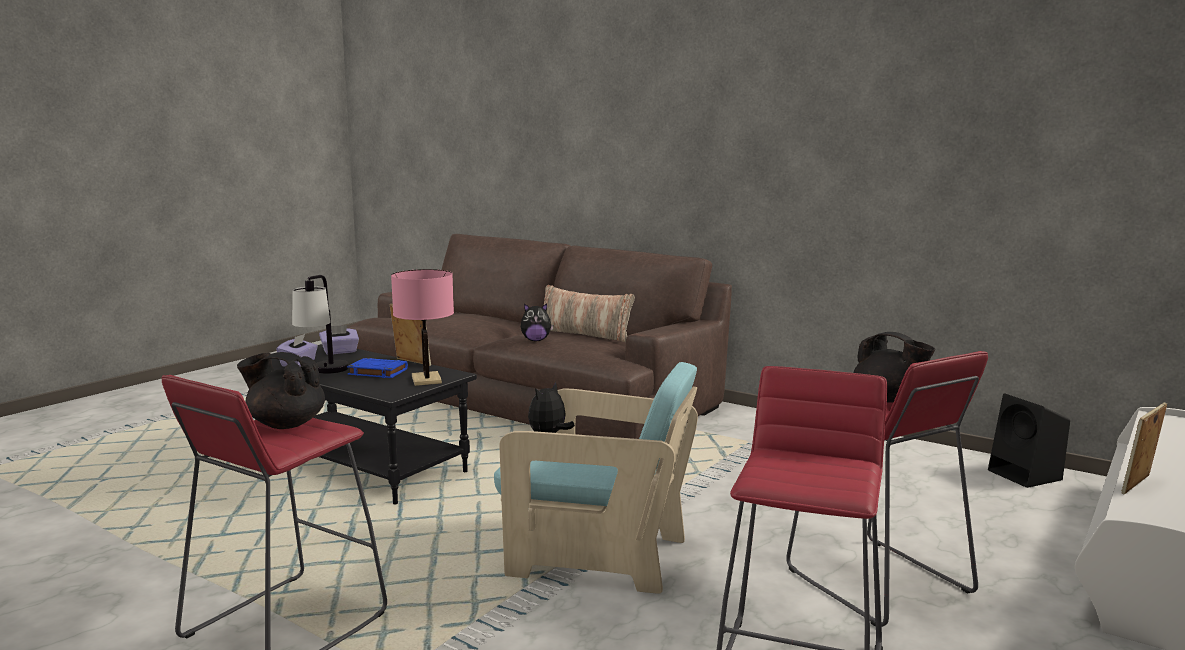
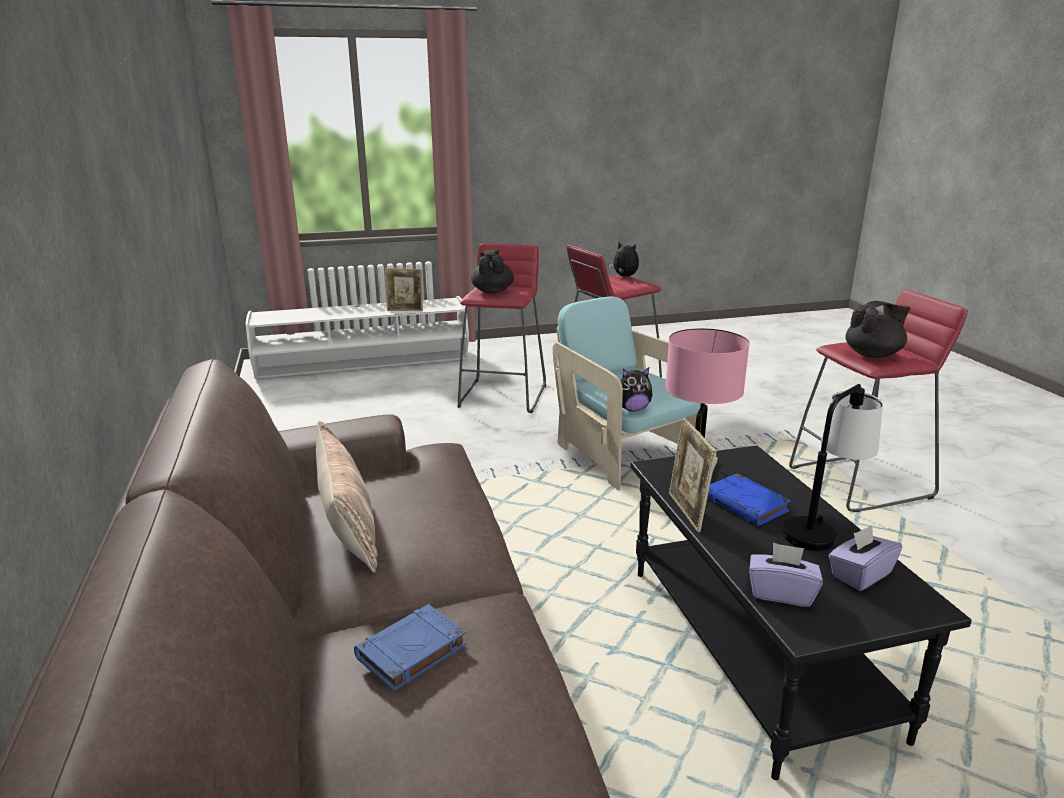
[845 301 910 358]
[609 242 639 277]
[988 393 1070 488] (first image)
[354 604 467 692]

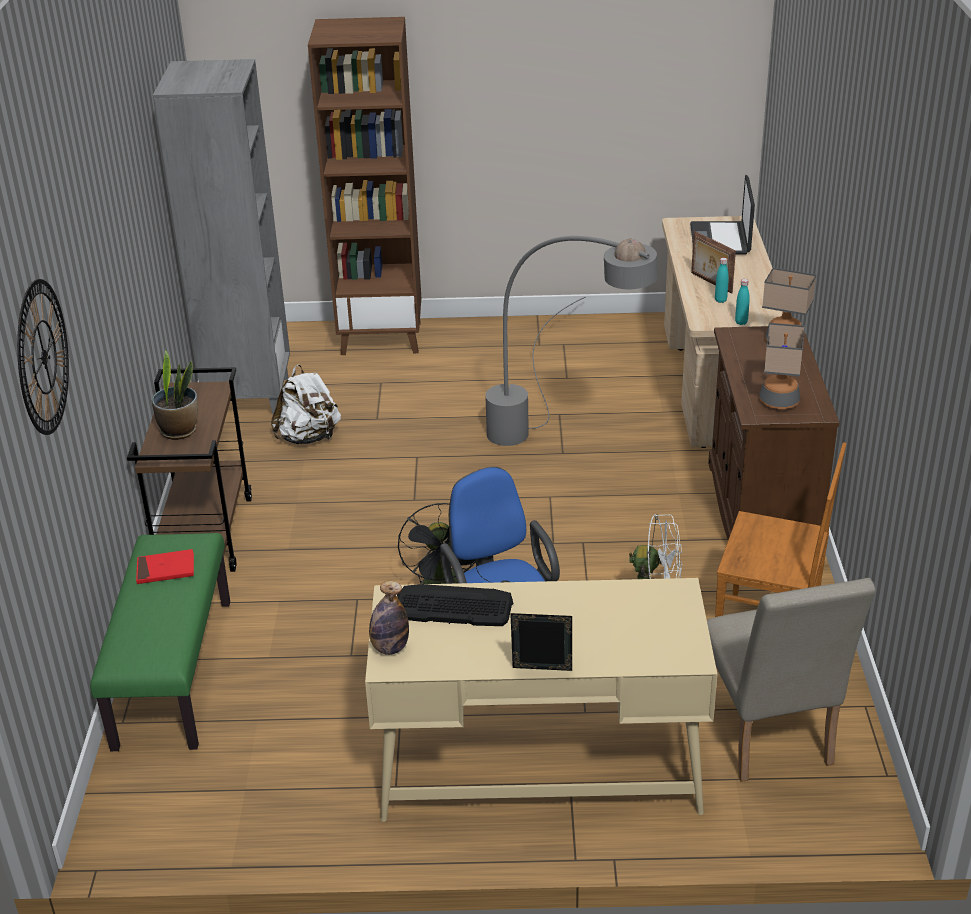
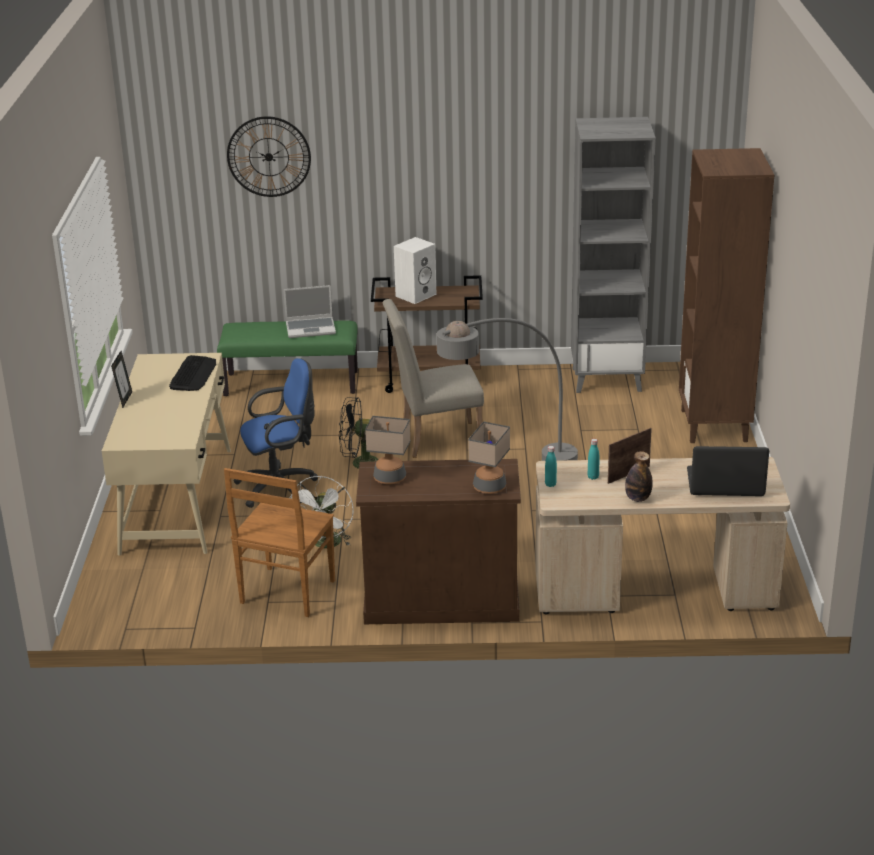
[283 285 336 338]
[394 237 436 304]
[271 365 341 444] (first image)
[625 451 653 502]
[383 299 484 458]

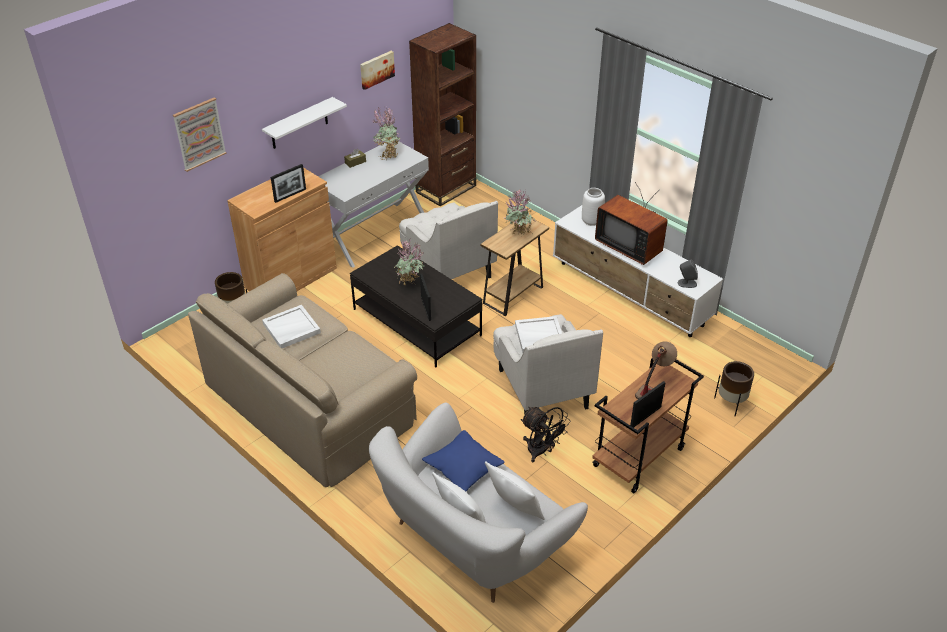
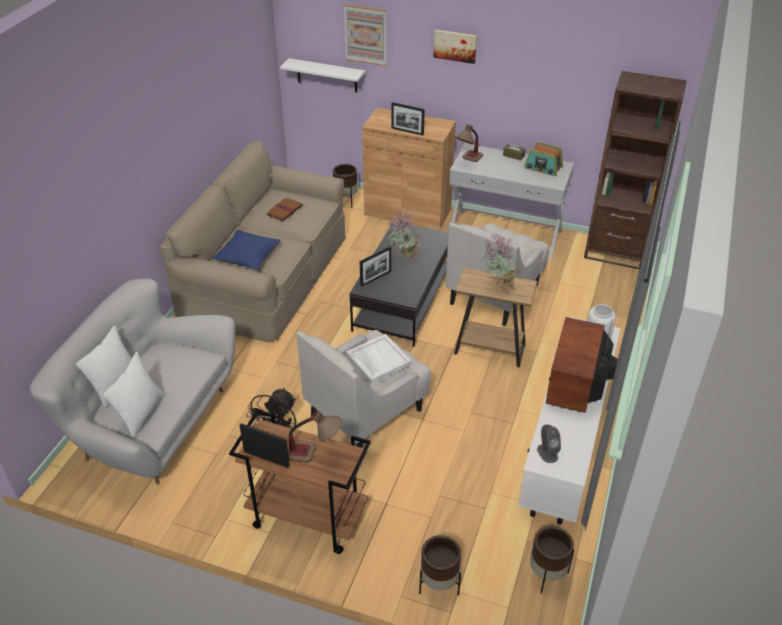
[280 58 365 92]
[266 197 303 222]
[433 30 477 64]
[524 142 563 176]
[212 229 280 270]
[455 124 483 162]
[530 526 574 594]

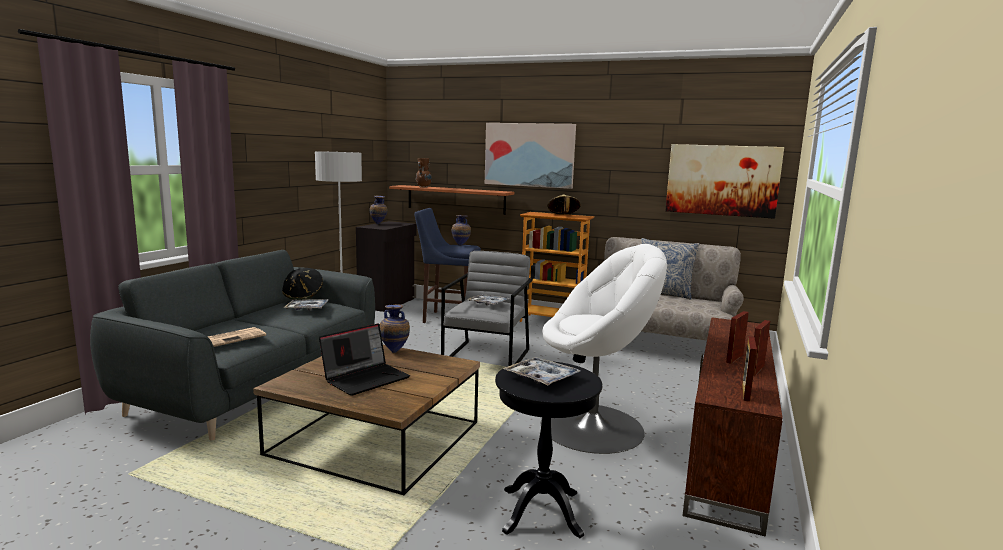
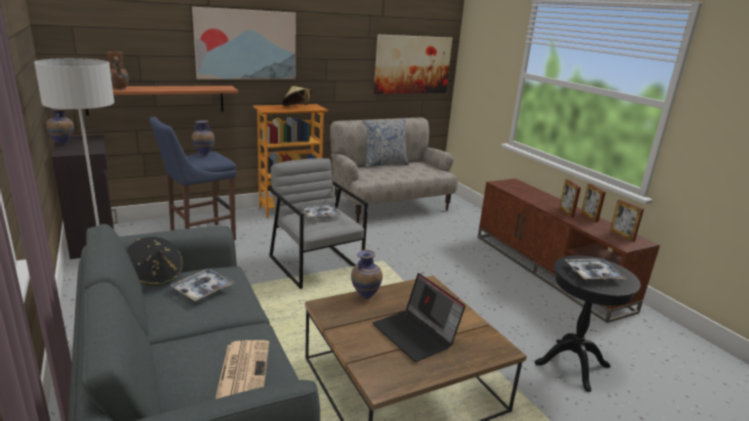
[373 273 466 362]
[541 244 667 454] (first image)

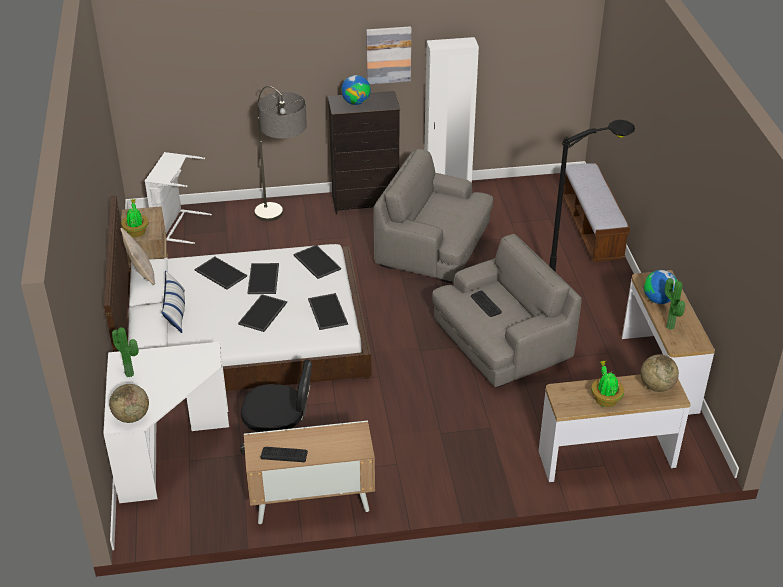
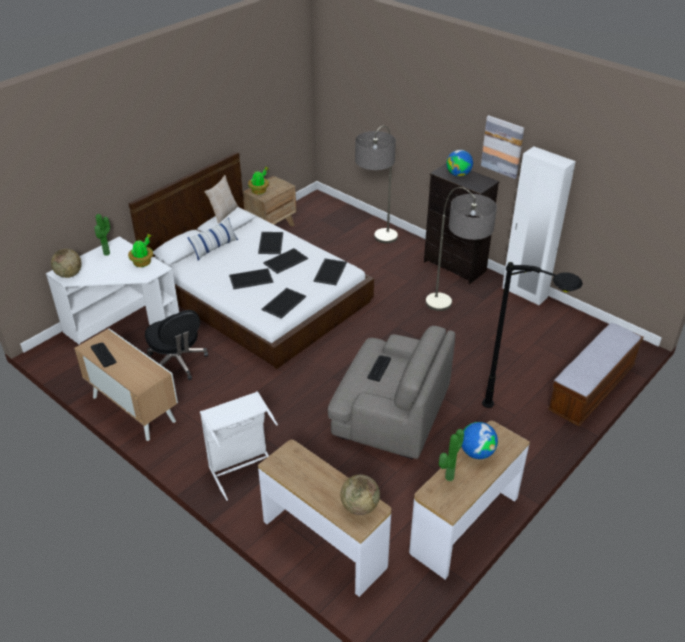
[200 391 278 501]
[426 187 497 311]
[128 234 153 267]

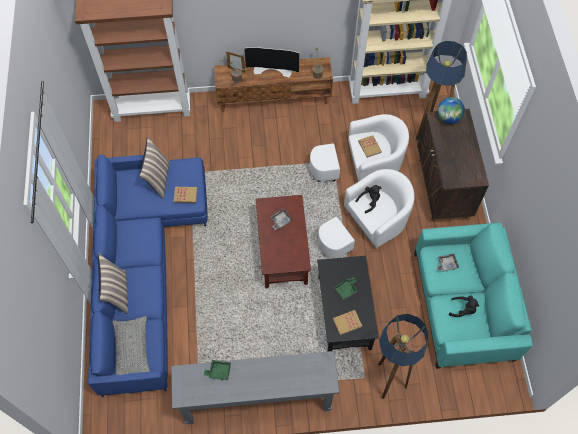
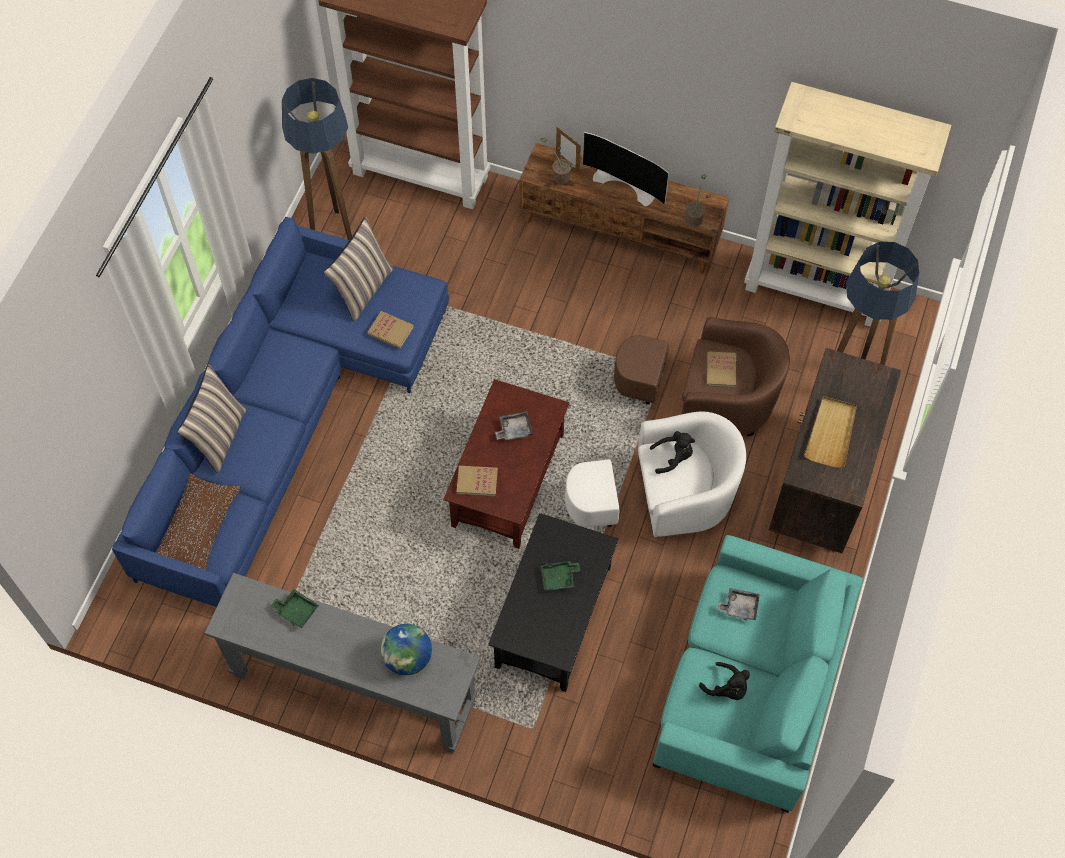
[156 473 241 570]
[614 317 790 436]
[457 466 498 496]
[282 78 352 240]
[381 624 432 675]
[804 396 857 468]

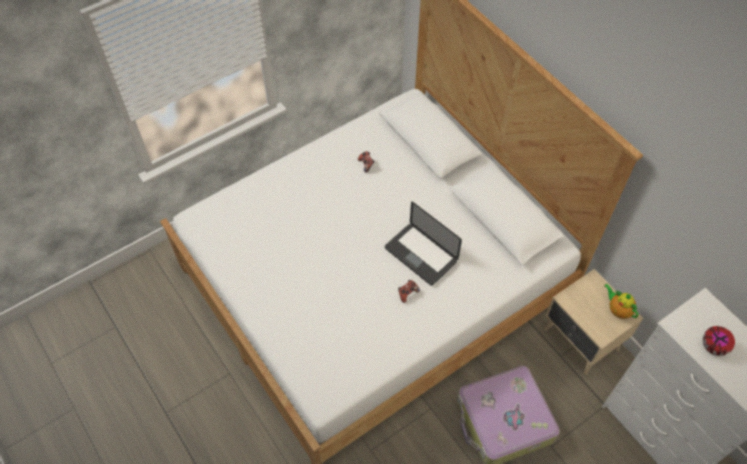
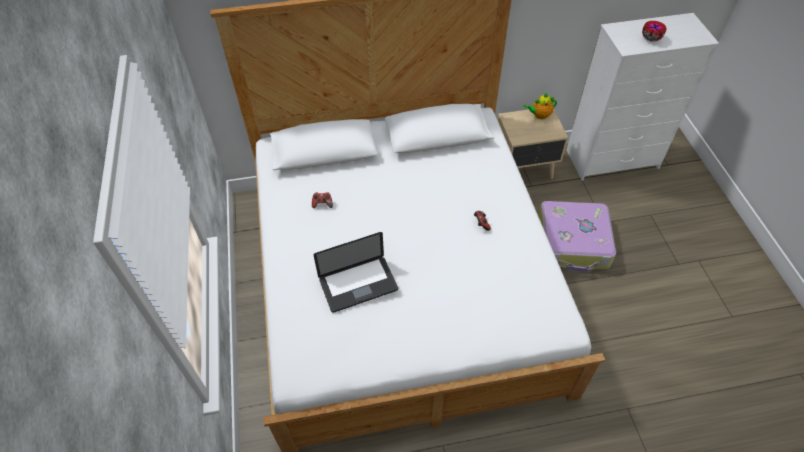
[314 232 398 313]

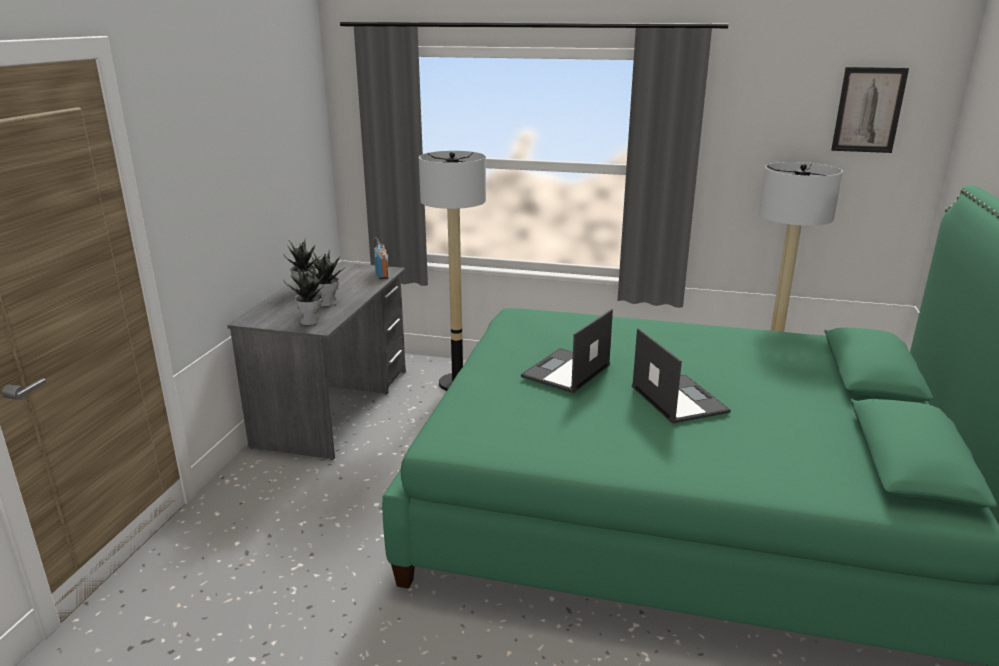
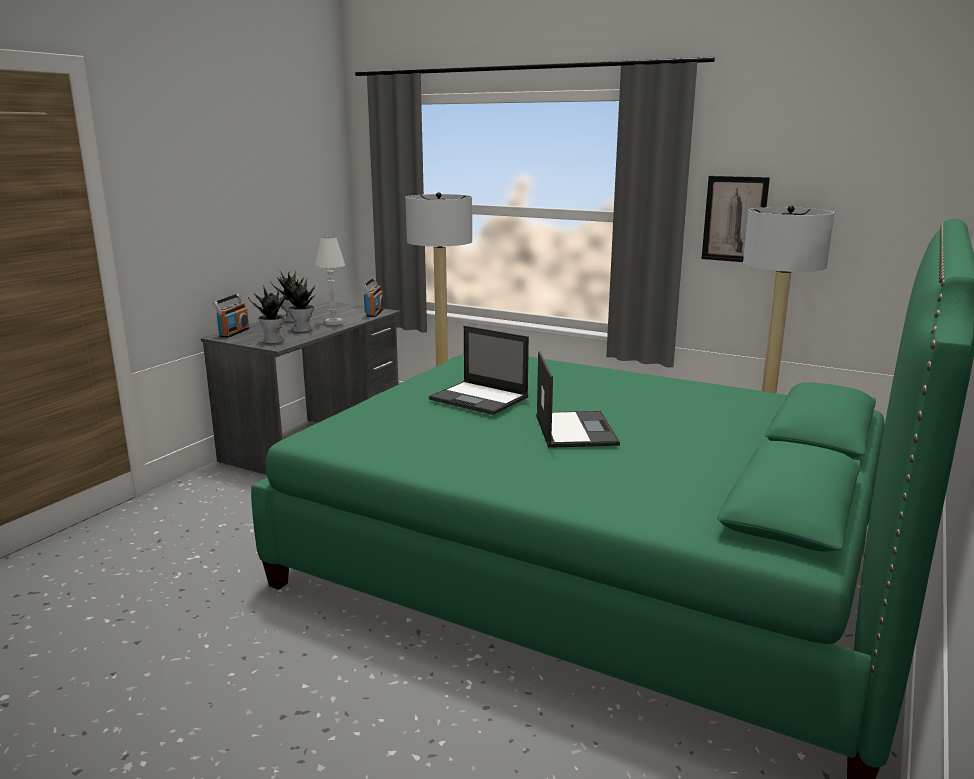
[429 326 529 415]
[702 176 770 262]
[212 294 250 338]
[315 236 345 325]

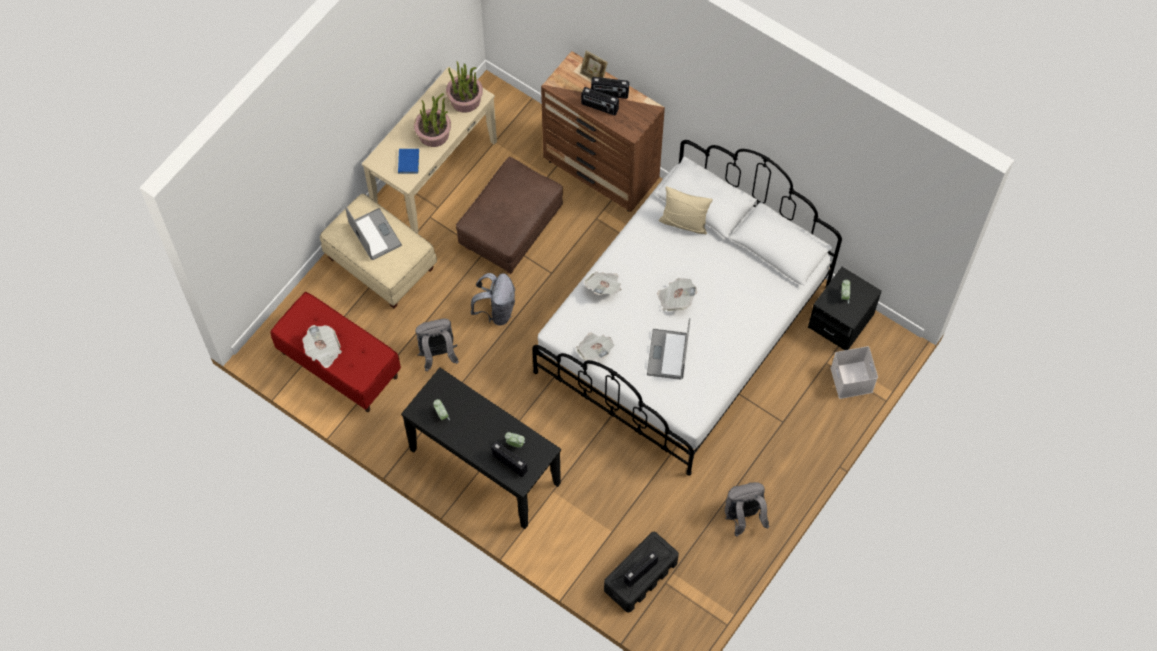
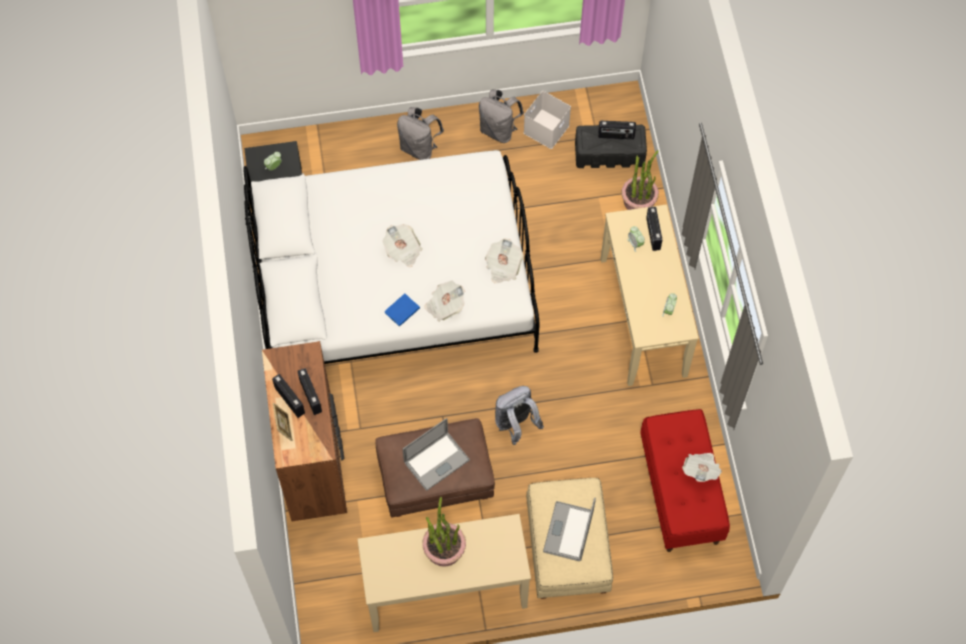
[384 294 420 327]
[601 204 699 386]
[397 107 444 160]
[622 150 659 210]
[402 418 470 491]
[659 186 713 234] (first image)
[523 91 571 149]

